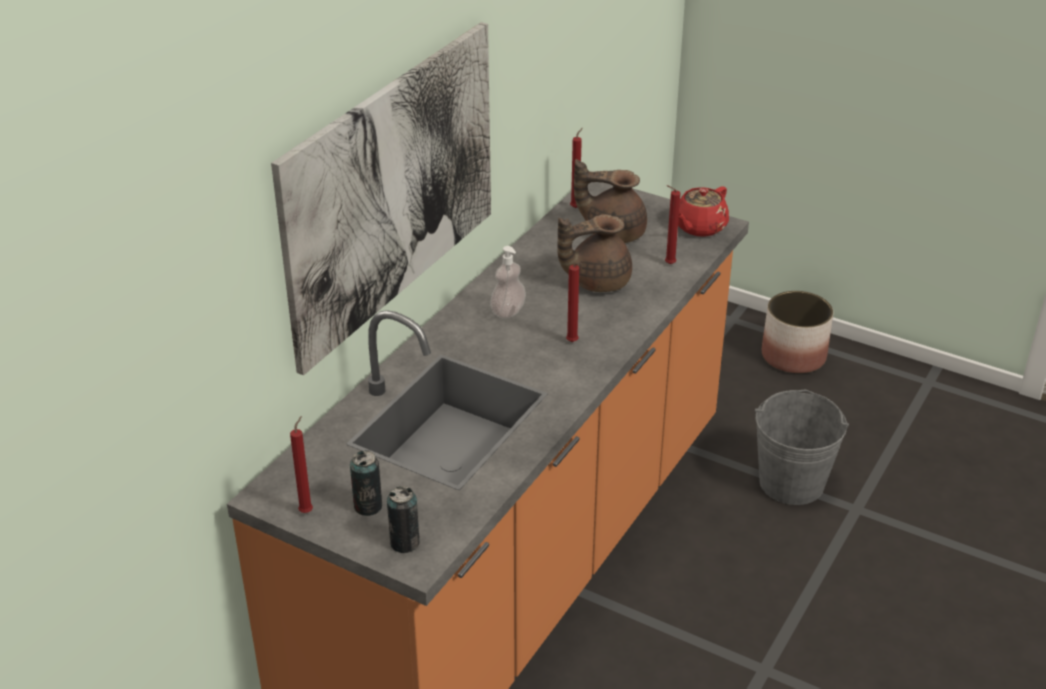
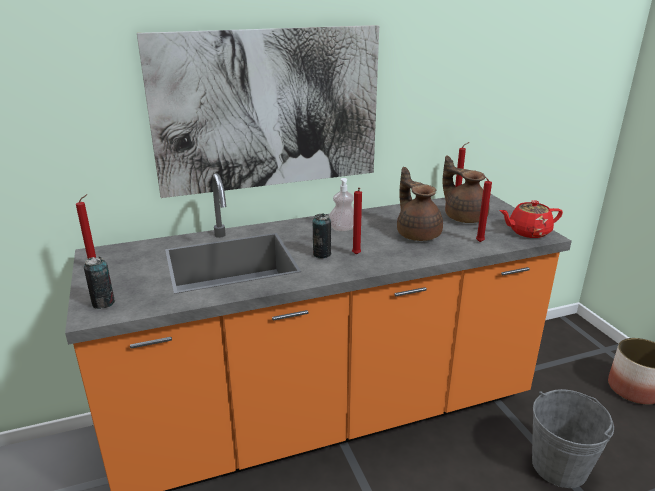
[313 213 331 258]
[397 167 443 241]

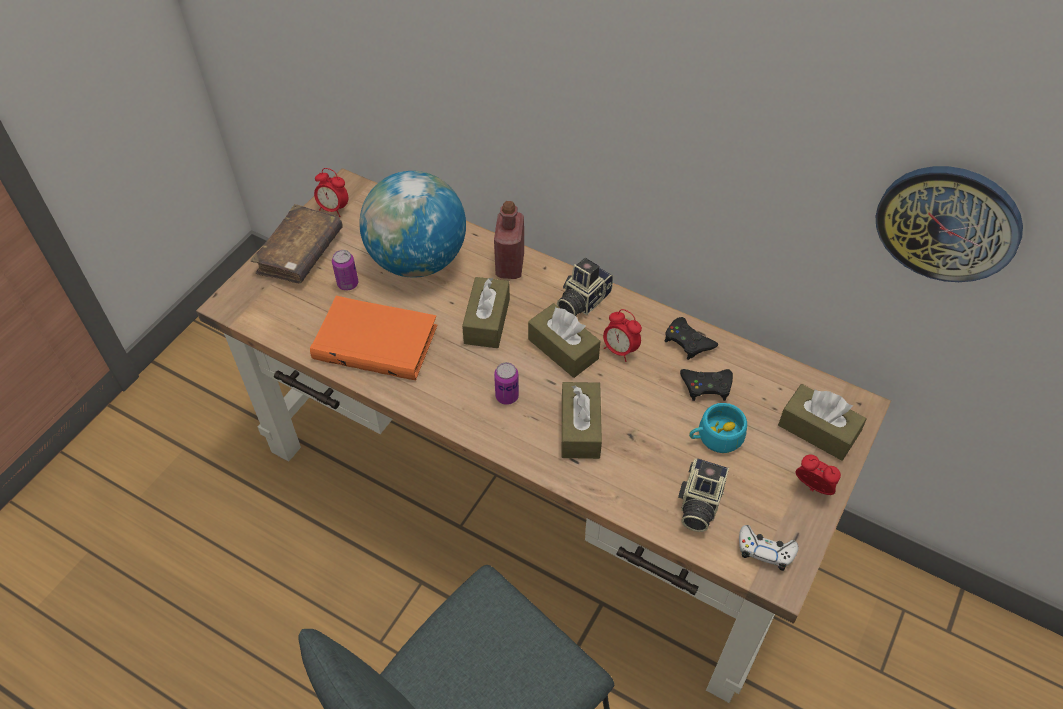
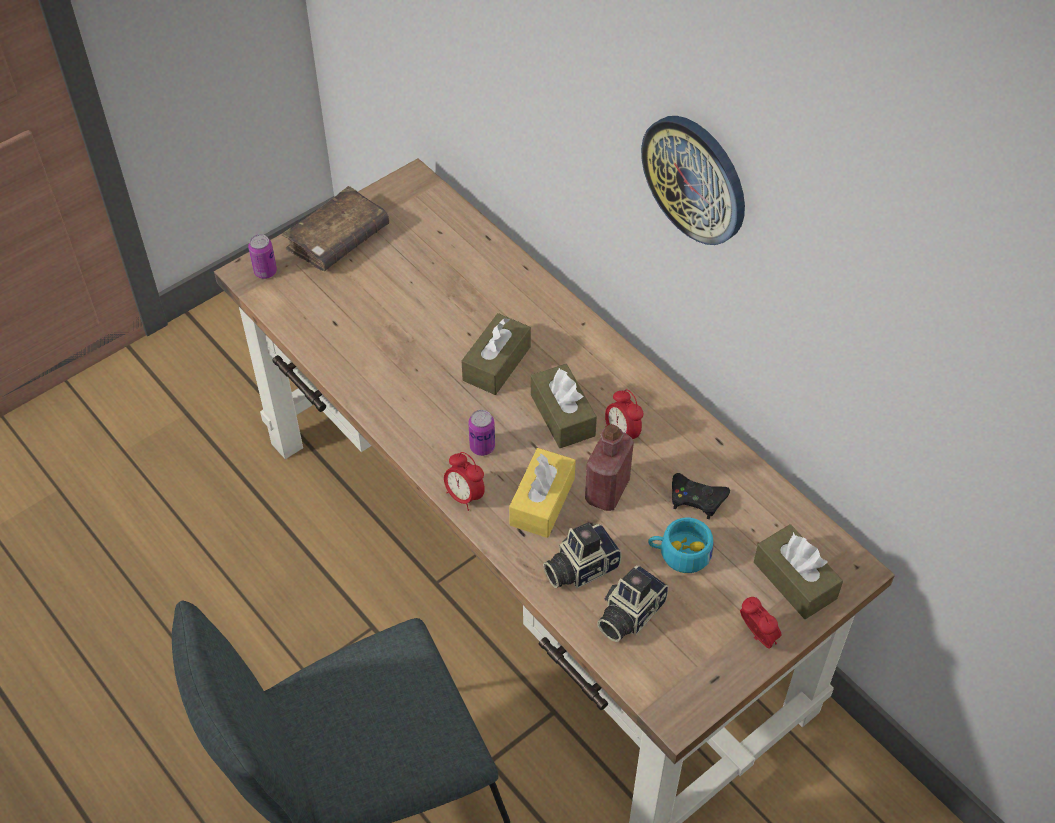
[310 296 438 380] (first image)
[444 452 485 511]
[248 234 277 279]
[359 171 466 277] (first image)
[585 424 634 511]
[543 523 622 588]
[509 448 576 538]
[665 317 718 360] (first image)
[739 525 799 571] (first image)
[641 116 745 245]

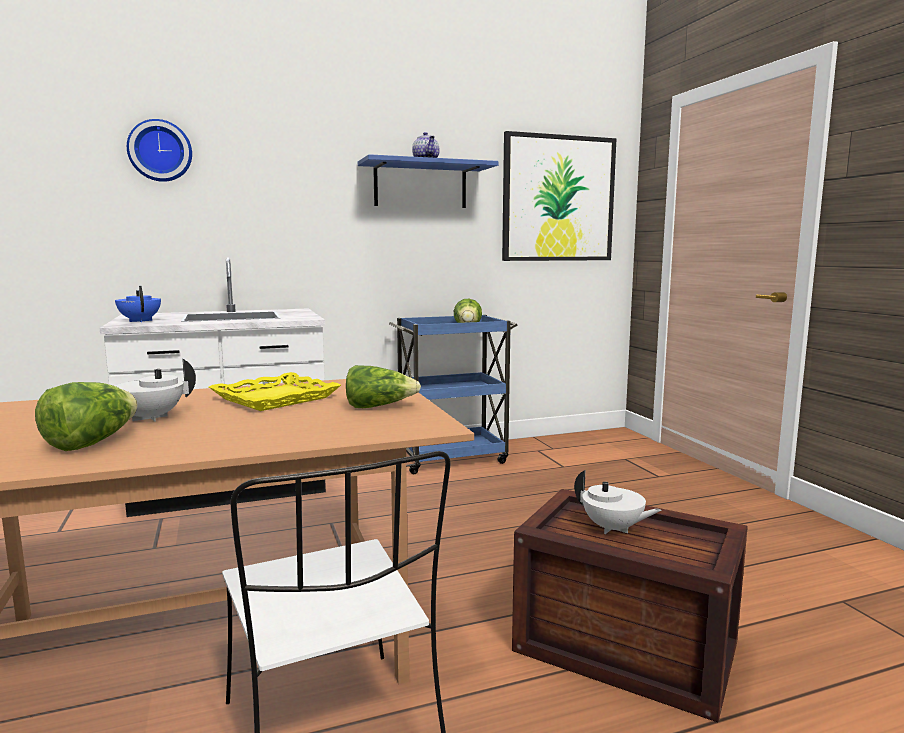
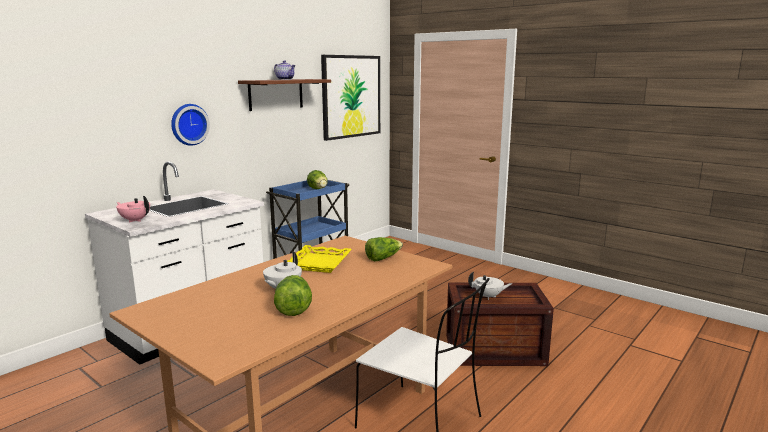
[116 196 150 223]
[171 104 210 146]
[238 79 331 111]

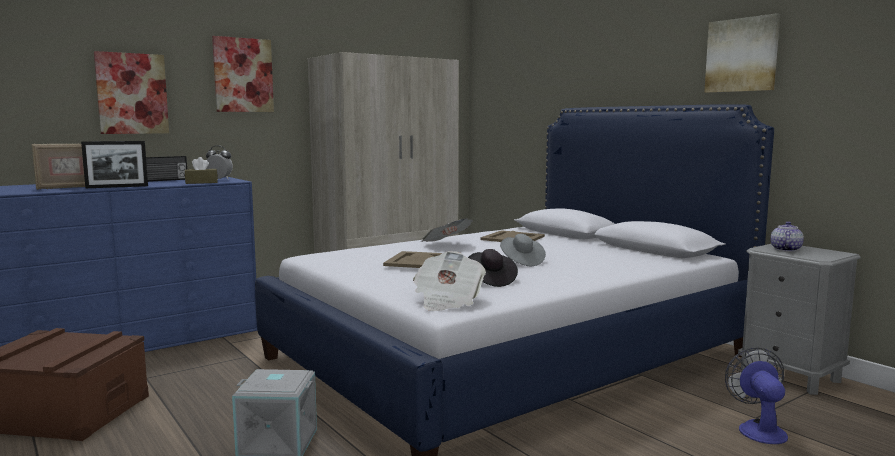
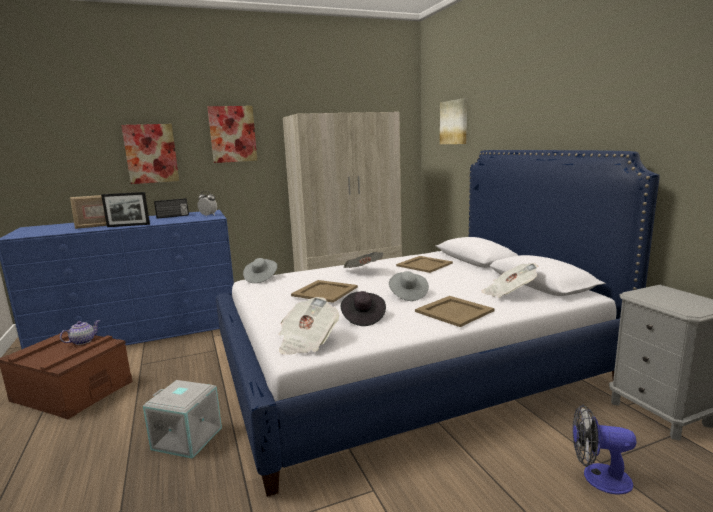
[185 157 218 184] (first image)
[440 98 467 144]
[573 405 636 495]
[60 320 100 345]
[243 258 277 283]
[415 296 494 327]
[482 263 539 298]

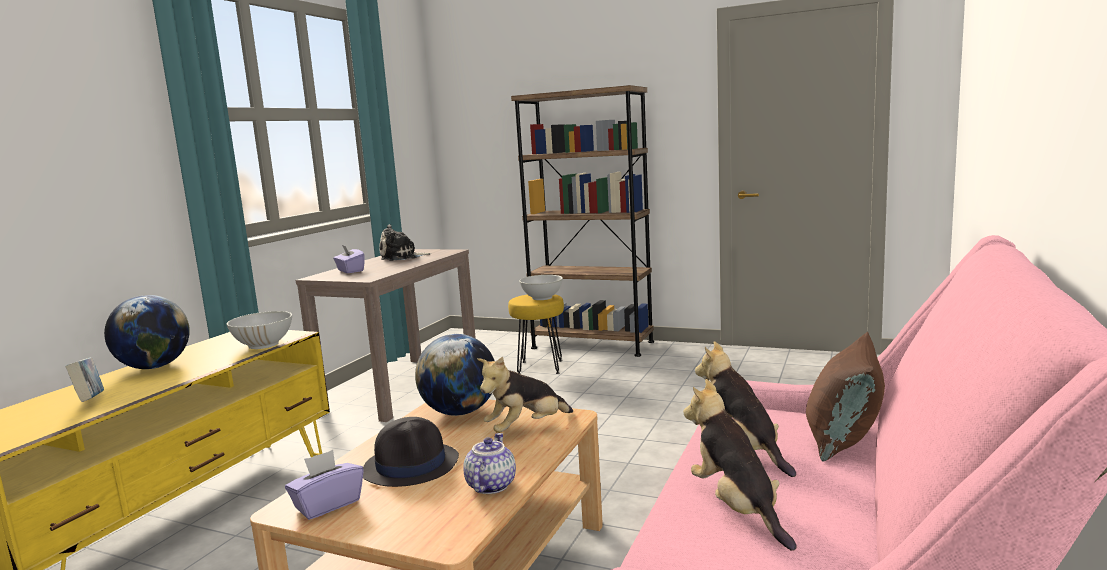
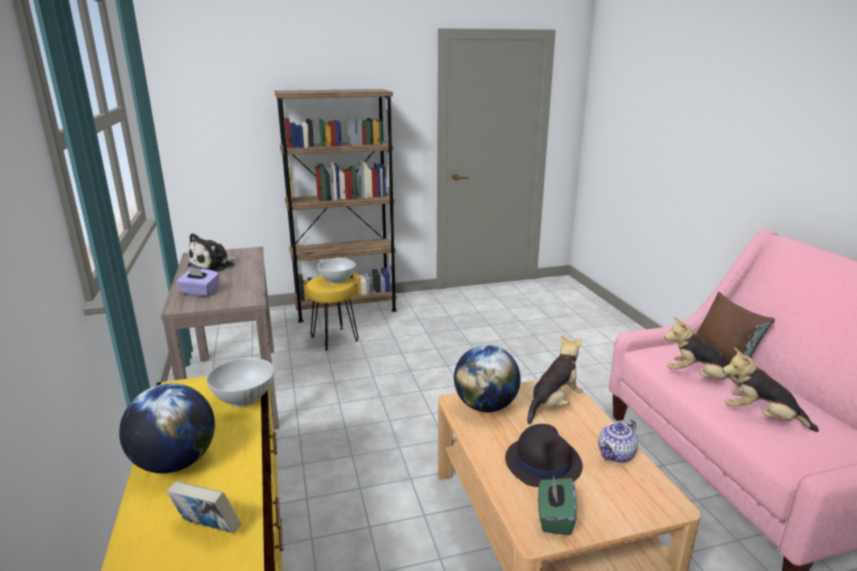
[538 475 577 535]
[598 420 638 463]
[527 335 583 424]

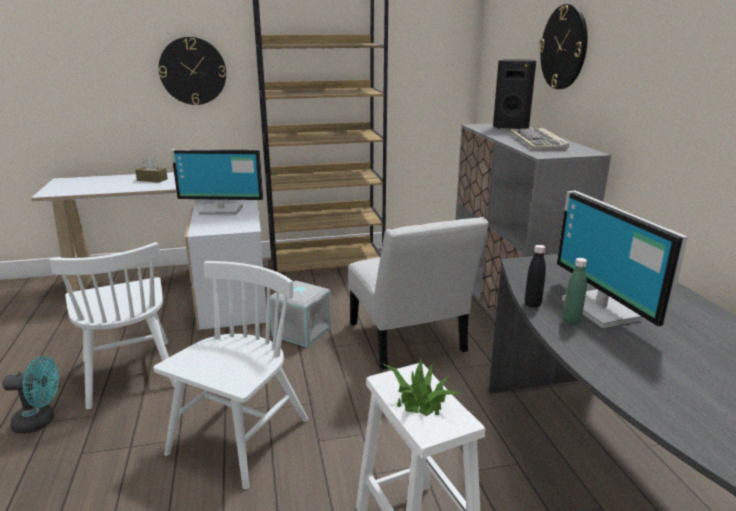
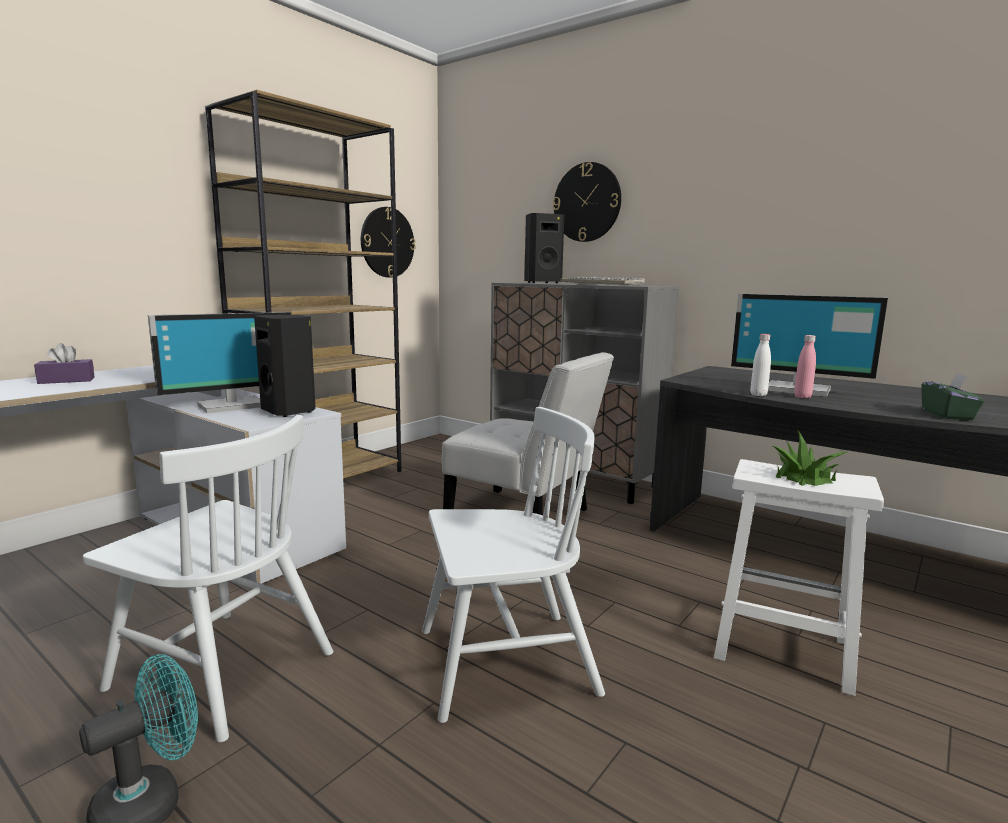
[34 343 95 384]
[422 407 605 723]
[361 207 416 278]
[270 280 332 348] (first image)
[750 334 771 396]
[794 335 816 398]
[254 315 316 417]
[922 373 985 420]

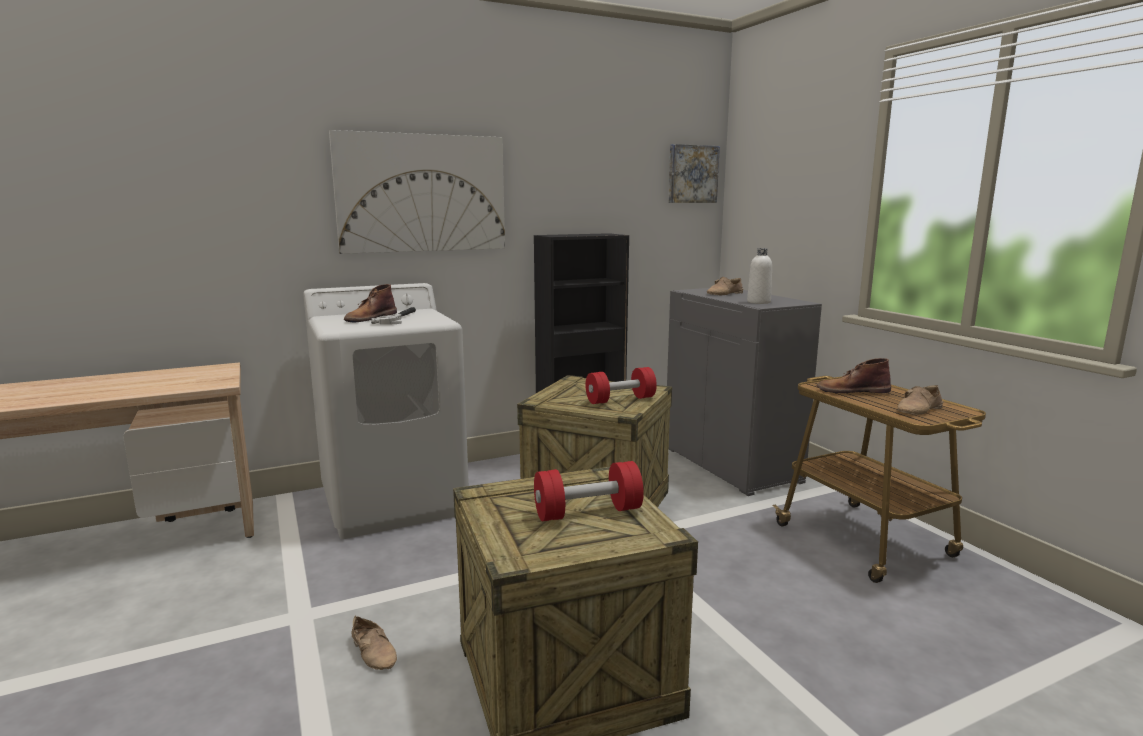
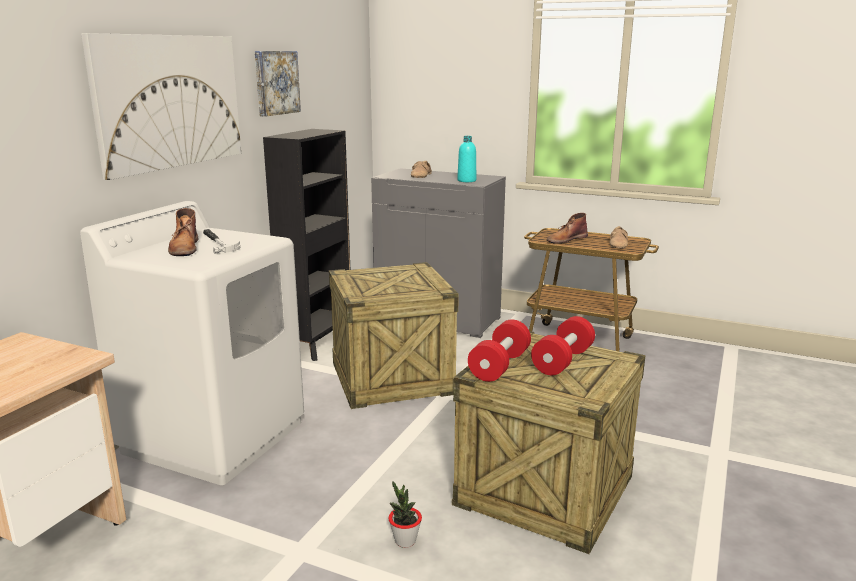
[389 481 422 548]
[468 319 531 382]
[255 51 301 117]
[457 136 476 182]

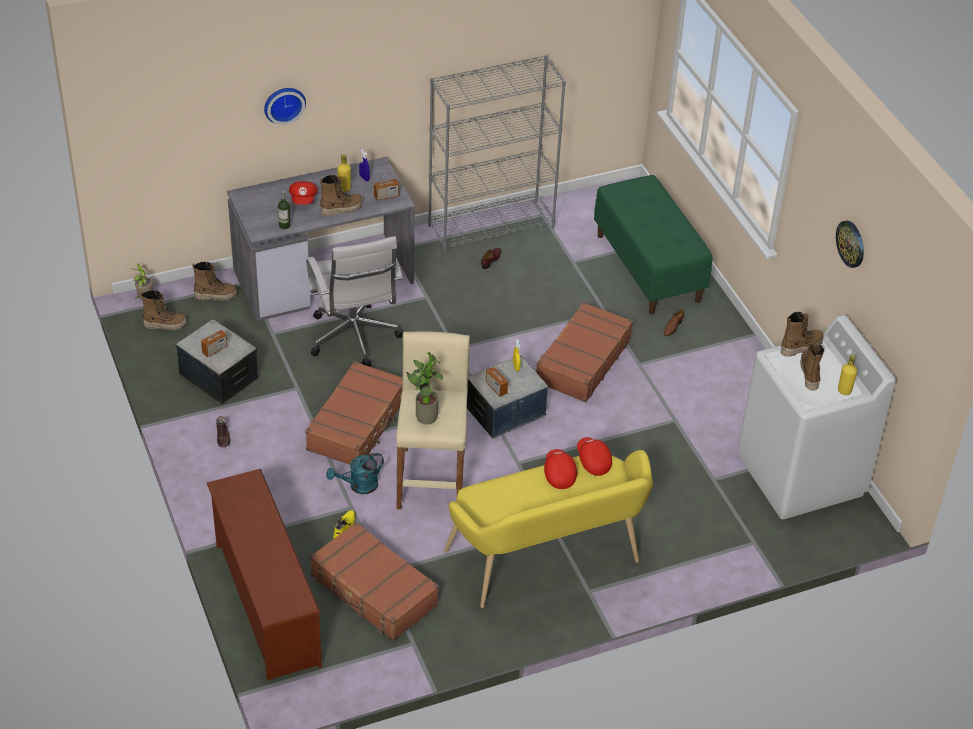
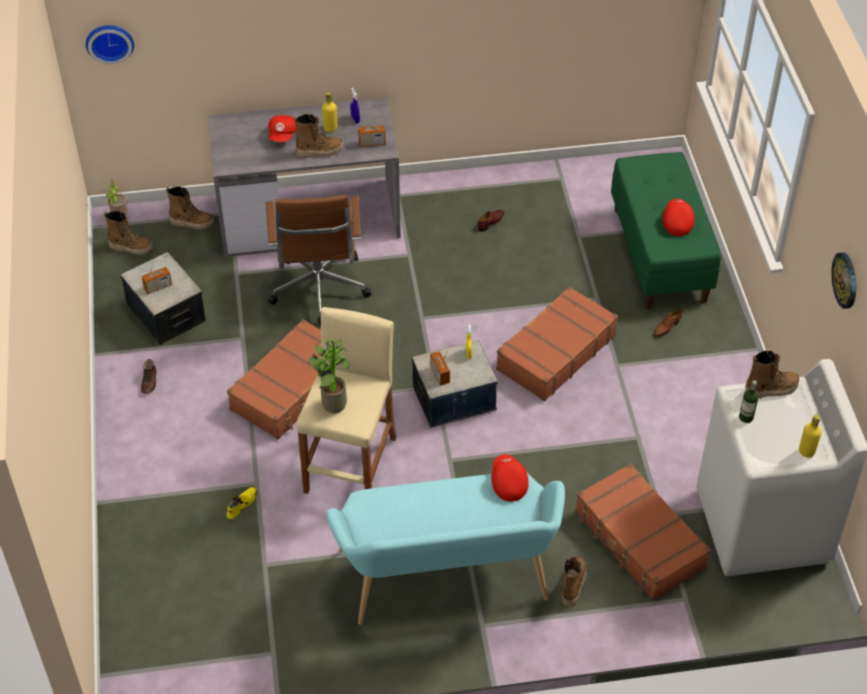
[207 469 322 680] (first image)
[86 25 134 65]
[739 380 759 423]
[266 195 371 326]
[575 463 711 600]
[326 453 384 494] (first image)
[428 55 566 254] (first image)
[326 473 565 625]
[663 199 695 236]
[562 556 586 607]

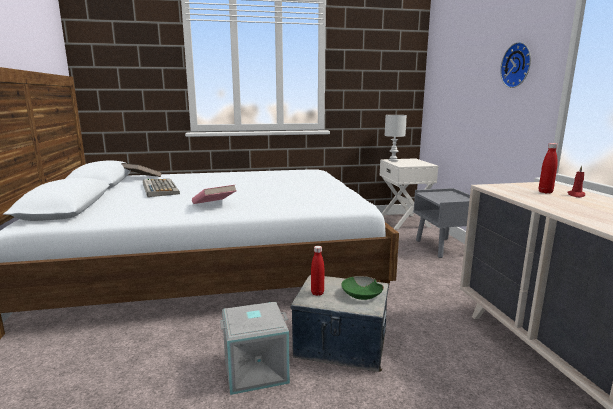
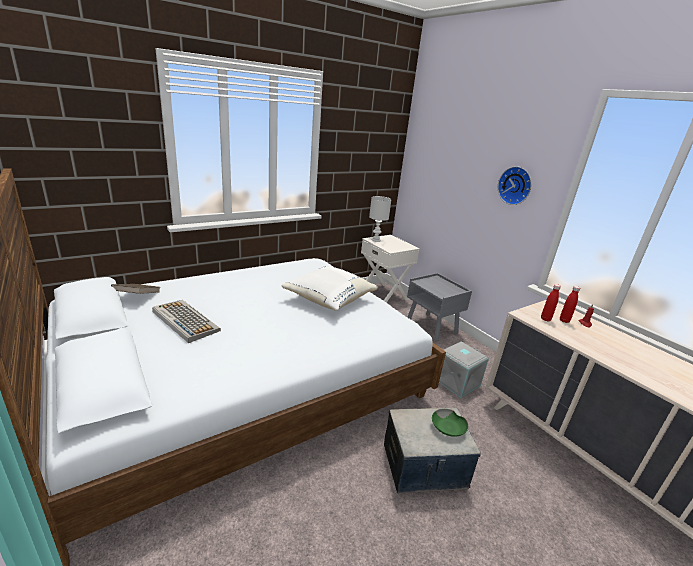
[192 185 237 204] (first image)
[439 342 489 398]
[541 284 561 321]
[281 266 378 311]

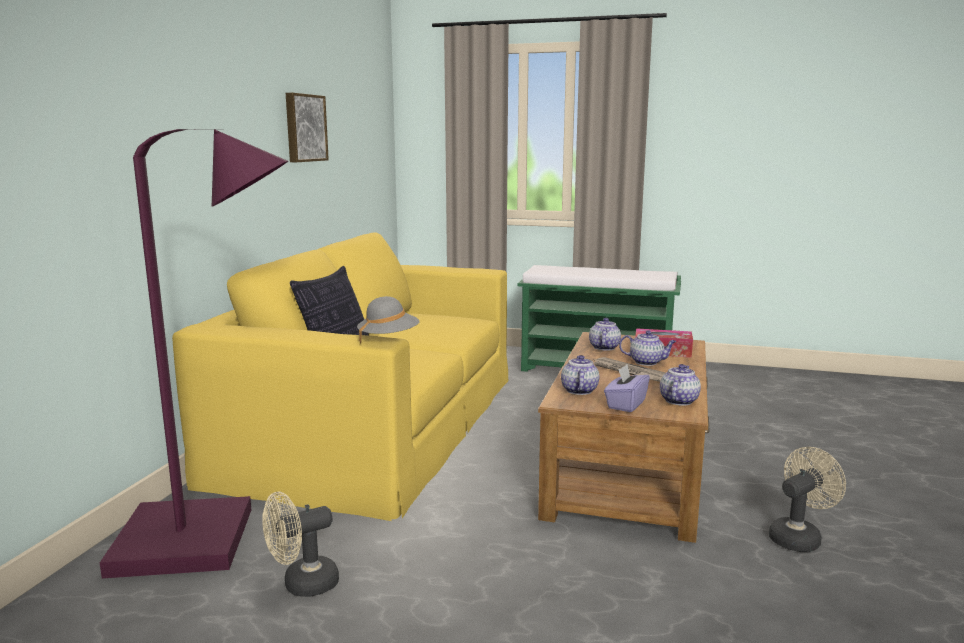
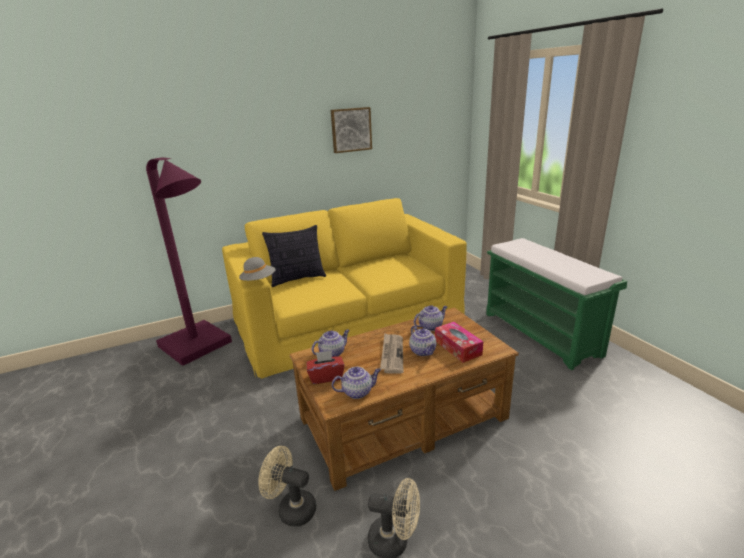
[258 446 316 527]
[307 350 344 384]

